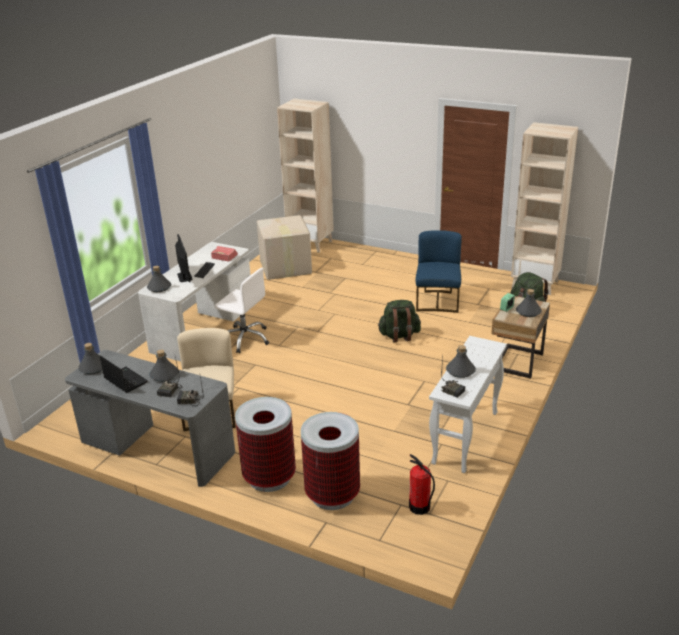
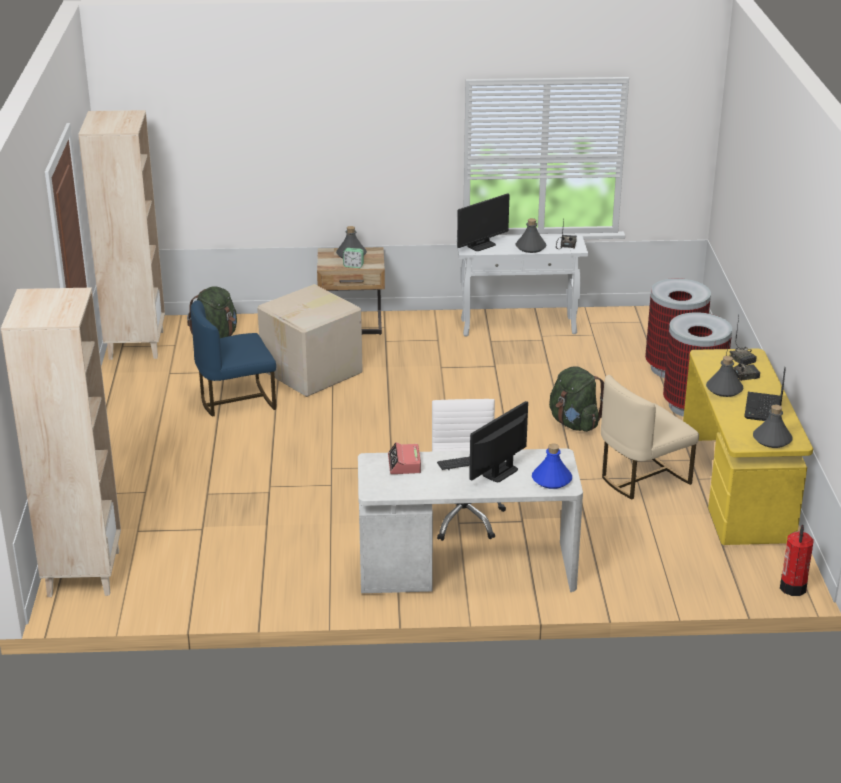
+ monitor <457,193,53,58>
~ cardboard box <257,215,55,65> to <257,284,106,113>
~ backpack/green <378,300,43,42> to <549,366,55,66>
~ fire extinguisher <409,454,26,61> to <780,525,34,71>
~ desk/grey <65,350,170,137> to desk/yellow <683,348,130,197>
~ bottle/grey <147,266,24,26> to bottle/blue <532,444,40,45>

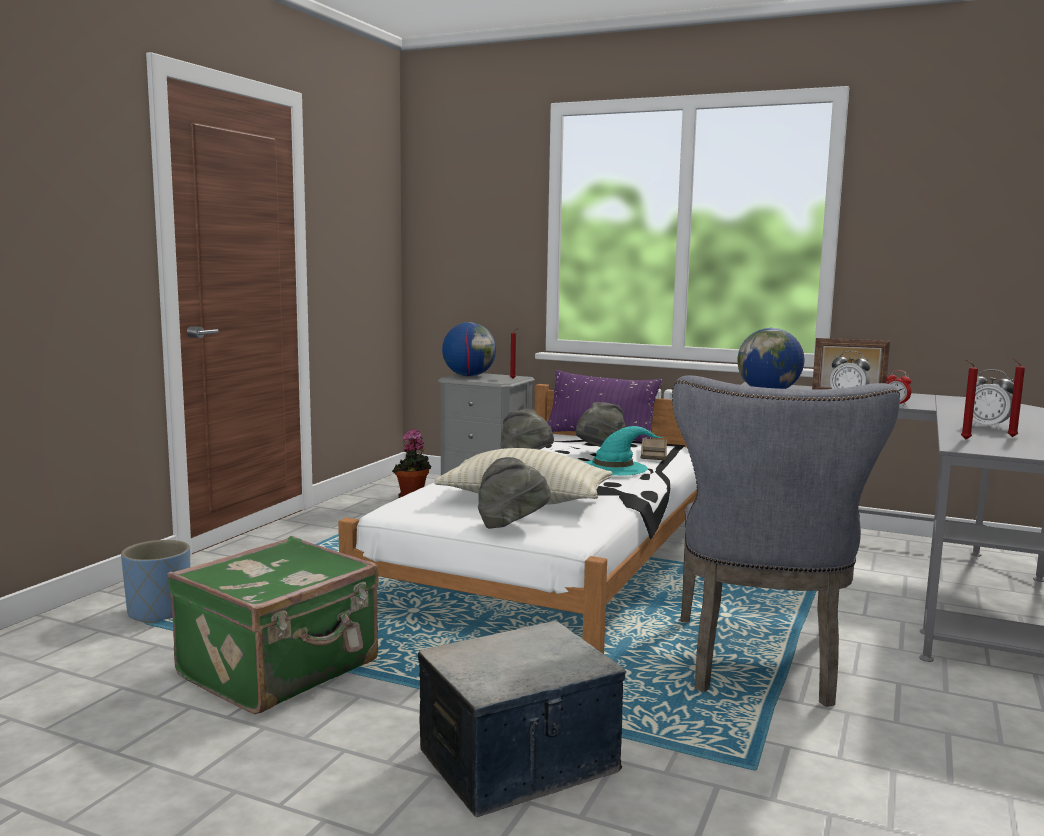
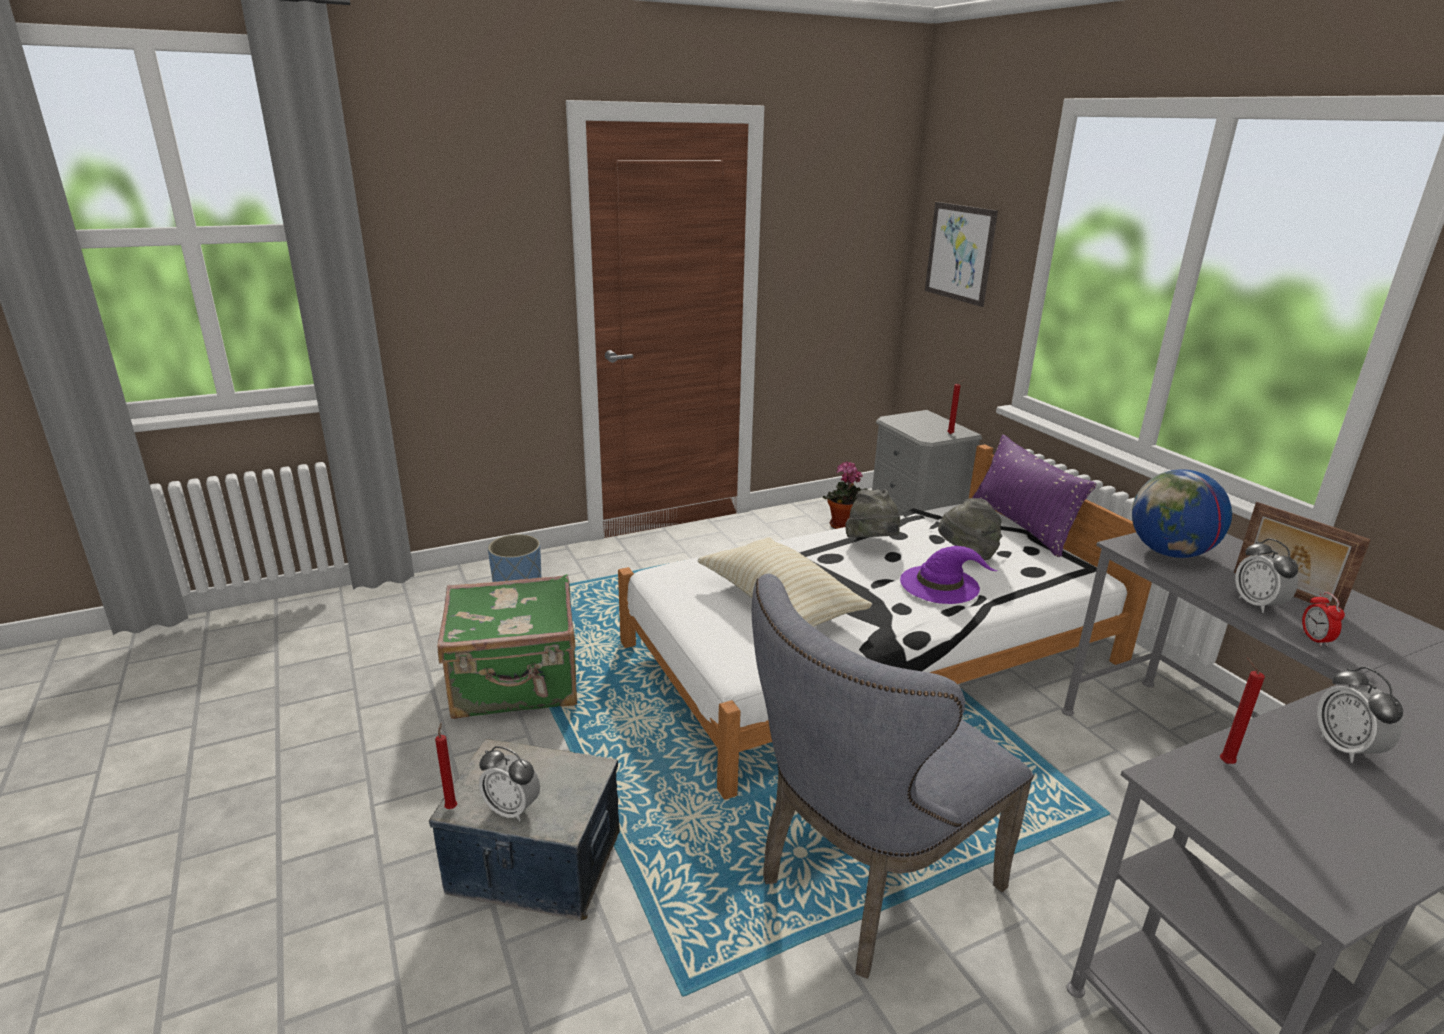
- globe <442,322,54,55>
- hat/grey <478,457,72,72>
- tray/brown <640,438,27,22>
+ alarm clock <479,746,61,76>
+ picture <925,202,73,105>
~ candle/red <1007,358,18,79> to <435,723,22,86>
~ hat/turquoise <585,426,78,50> to hat/purple <900,546,98,58>

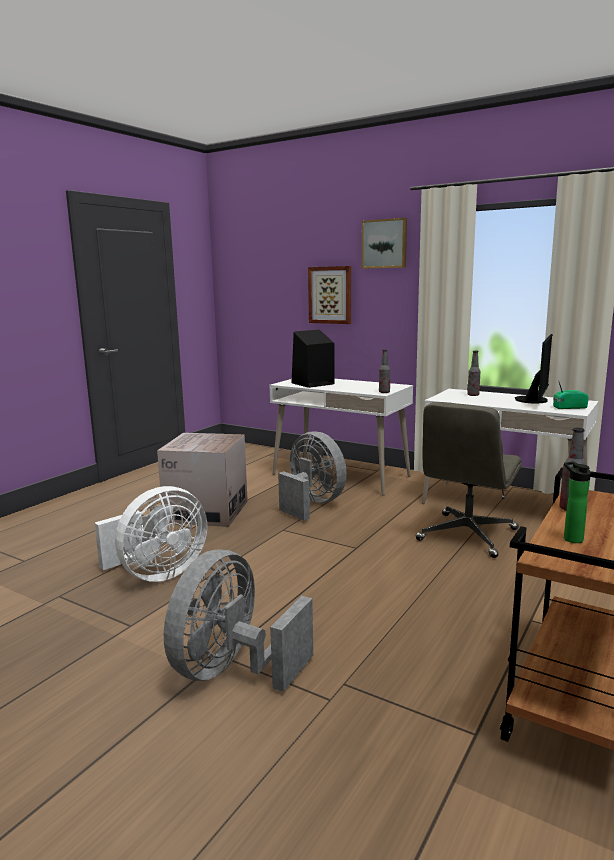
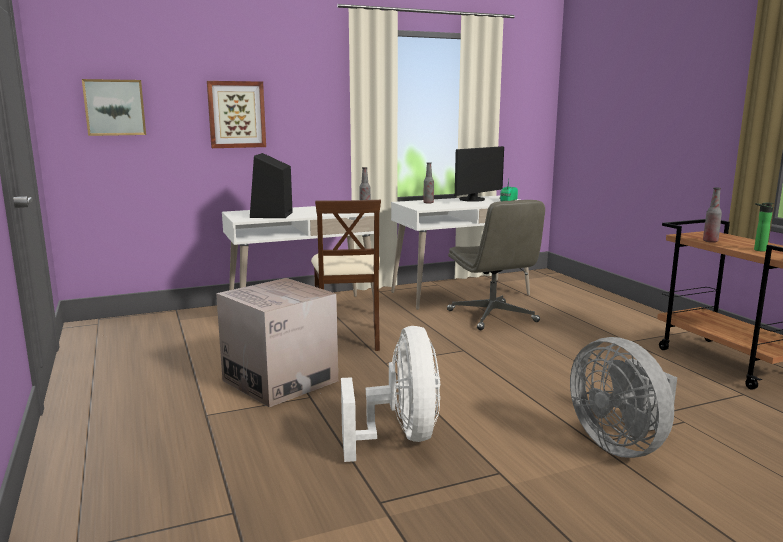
~ picture <361,218,46,51> to <82,79,64,57>
~ fan/grey <278,431,69,90> to chair/beige <311,200,70,151>
~ monitor <515,334,38,69> = <455,146,49,56> 75 degrees clockwise

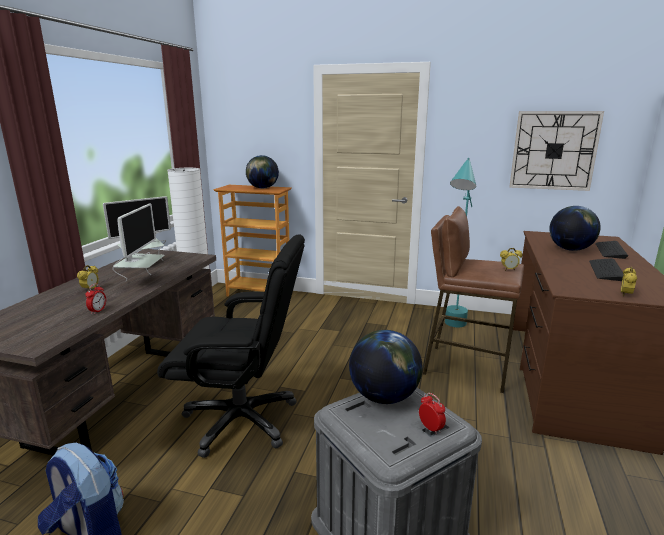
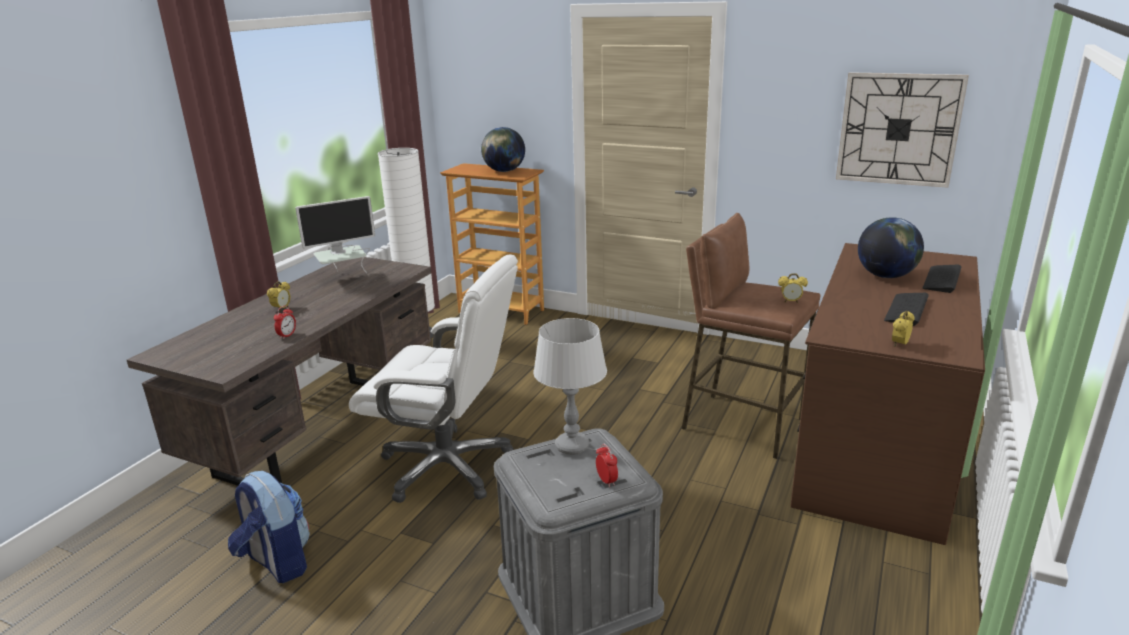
- monitor <113,203,52,78>
- floor lamp/turquoise <445,158,31,170>
~ globe <349,330,74,74> to table lamp/grey <533,318,74,137>
~ office chair/black <157,234,148,224> to office chair/white <349,254,169,249>

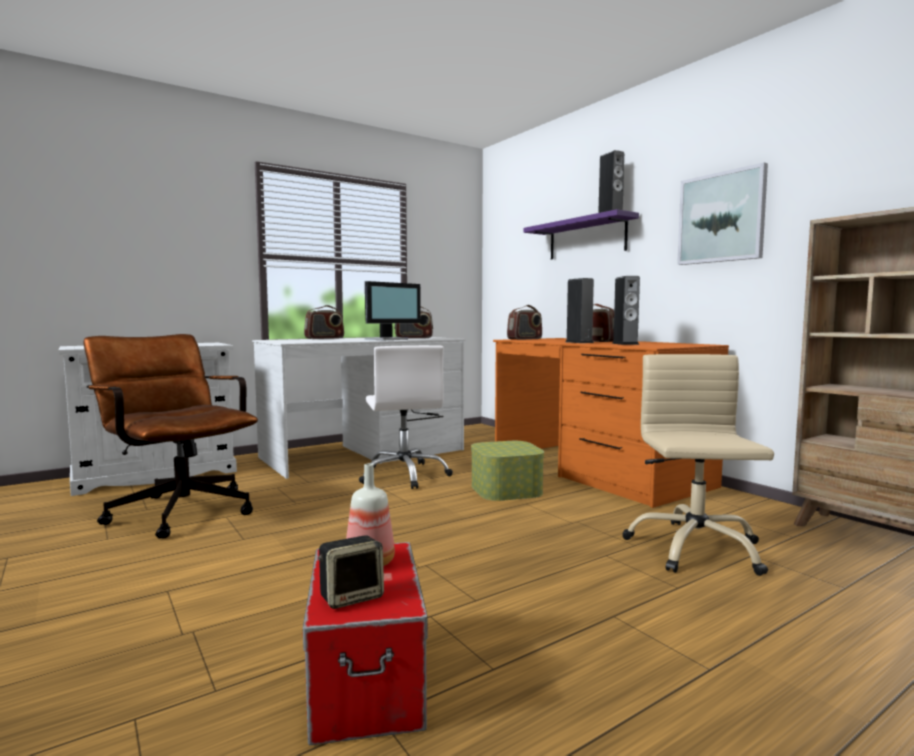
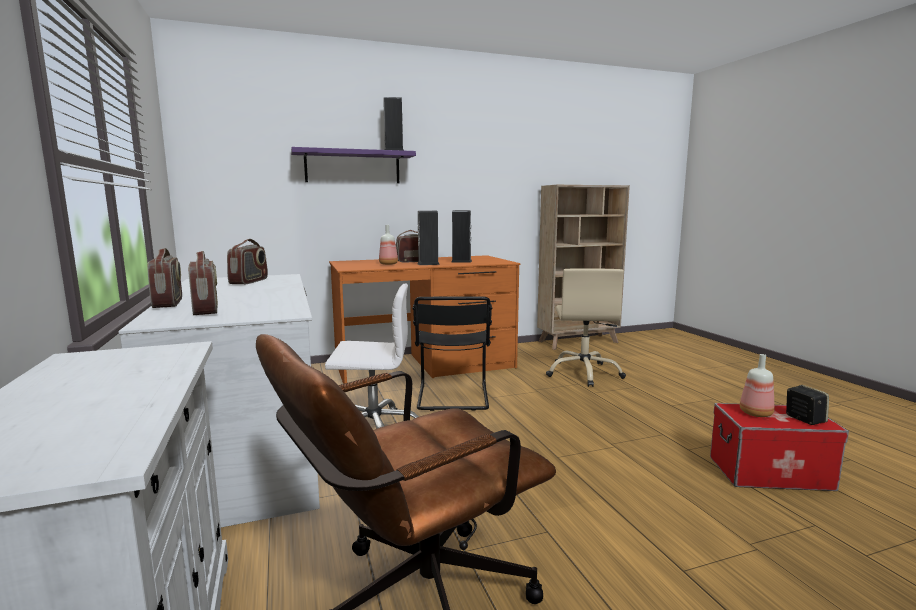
- monitor <365,281,56,59>
- picture <677,162,91,103>
+ bottle <379,225,19,40>
~ radio <507,305,35,35> to <188,251,30,64>
~ storage box <471,441,73,60> to chair/black <412,297,80,114>
~ office chair/beige <622,354,152,222> = <546,268,80,119> 105 degrees counterclockwise

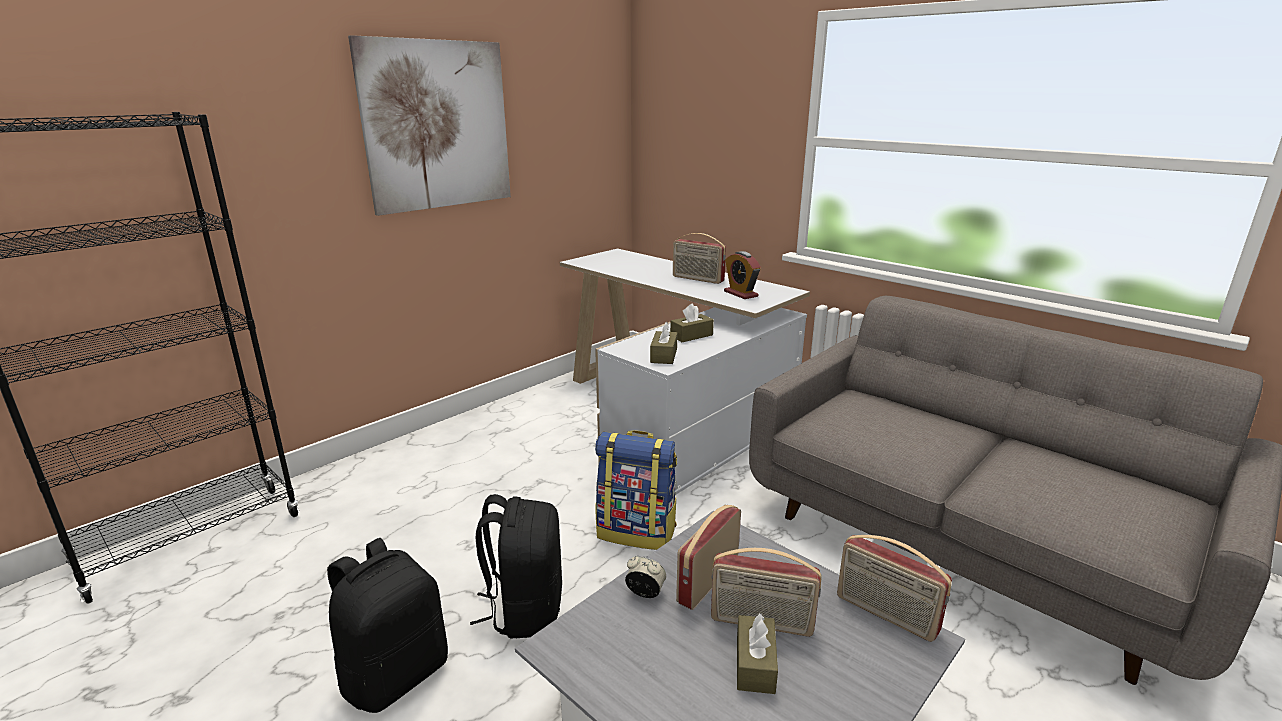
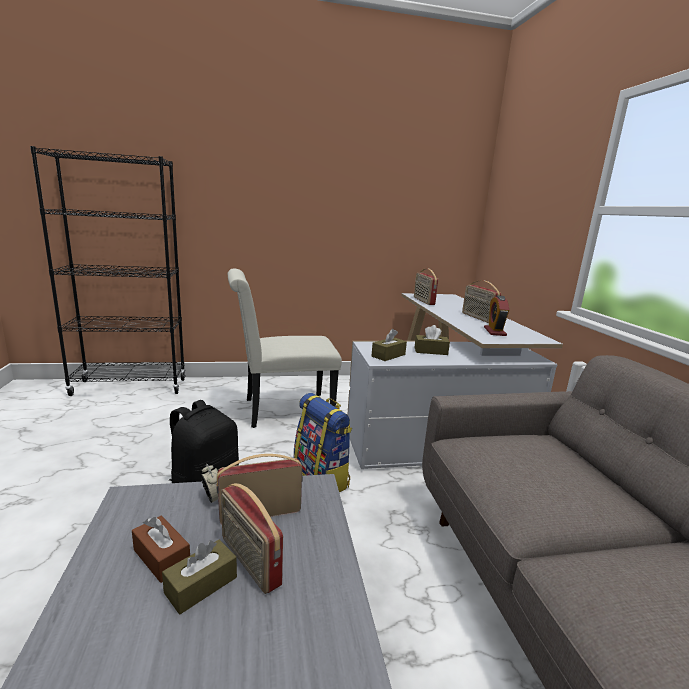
- backpack/black <327,538,121,175>
- picture <348,35,163,181>
+ tissue box/brown <132,516,58,67>
+ chair/white <228,269,114,159>
~ radio <837,535,115,107> to <414,268,24,37>

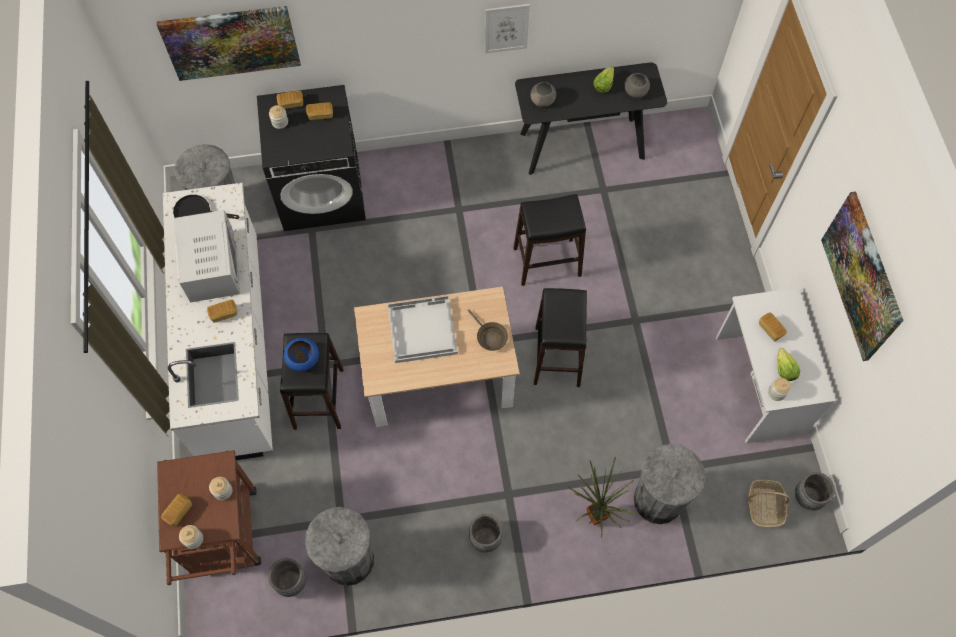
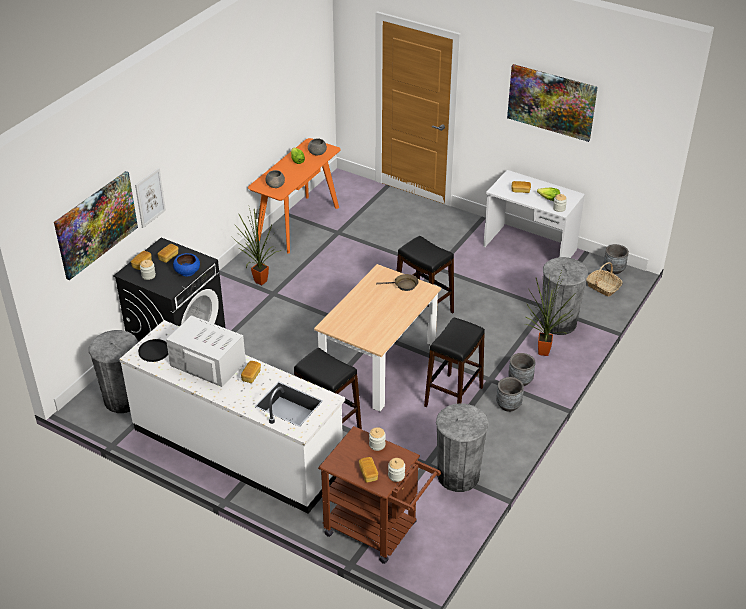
- tray/white <387,296,71,67>
+ potted plant <231,207,50,78>
~ planter/grey <268,558,38,39> to <508,353,27,33>
~ bowl/blue <284,338,35,34> to <173,253,27,24>
~ picture <485,4,45,49> to <135,168,31,60>
~ stool/black <513,194,73,92> to <424,318,61,89>
~ console table/black <515,62,152,113> to console table/orange <248,138,93,115>

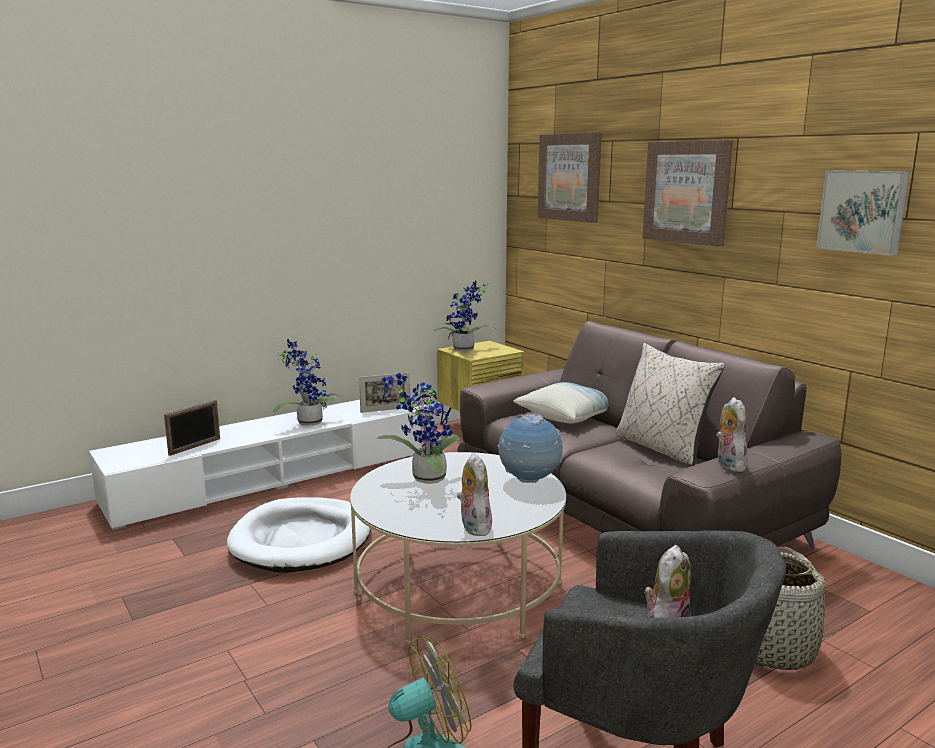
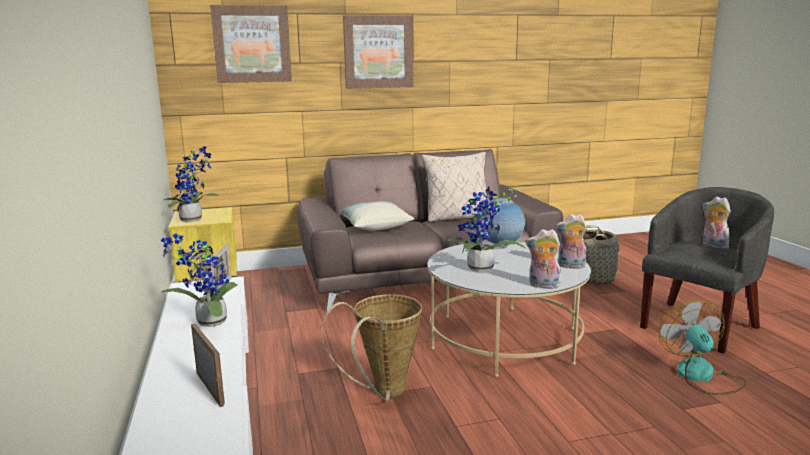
- picture <816,170,94,85>
~ plush toy <716,397,32,75> to <526,229,34,59>
~ dog bed/white <227,497,144,76> to basket <321,294,101,107>

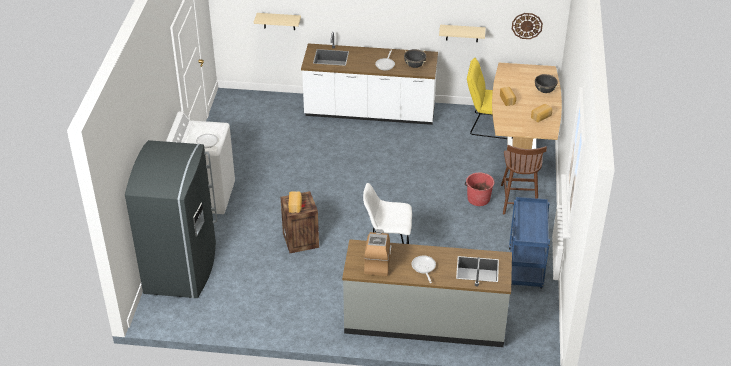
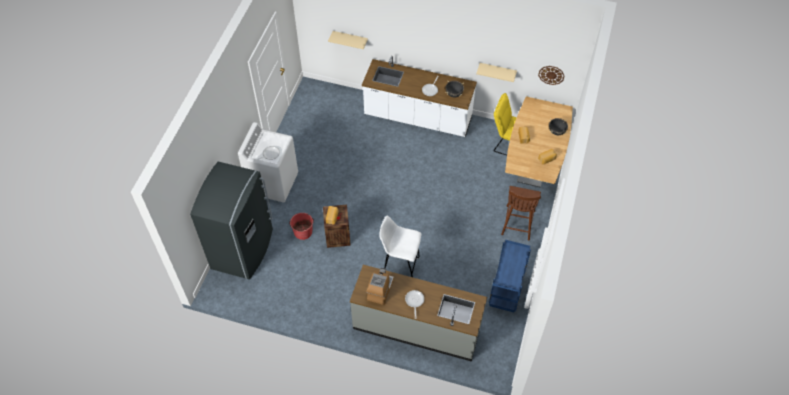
~ bucket/red <465,173,29,33> to <289,213,25,27>

